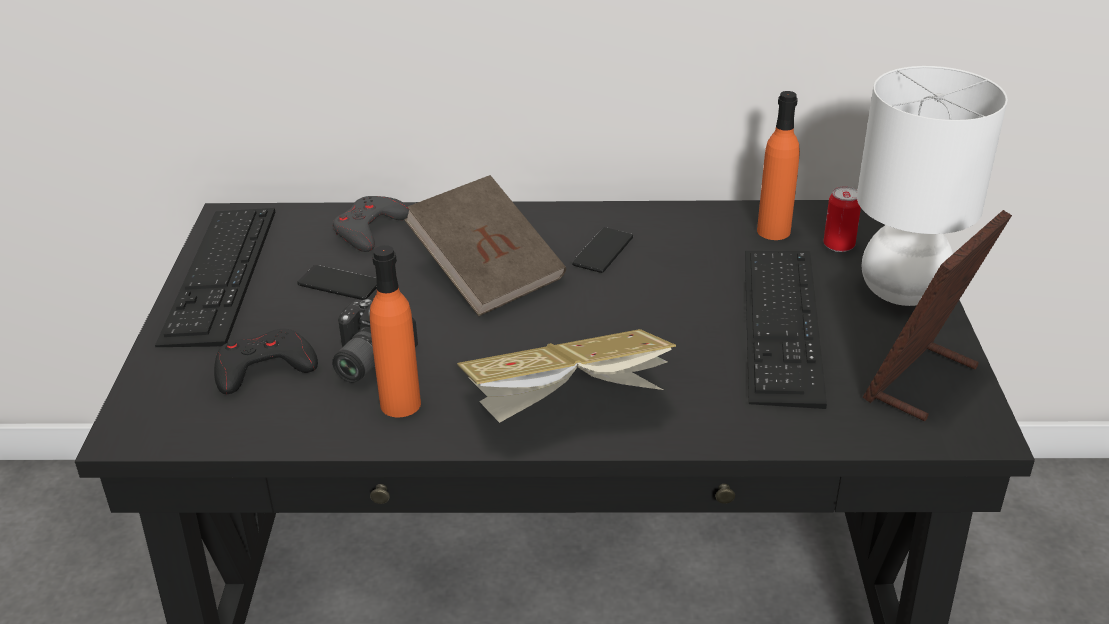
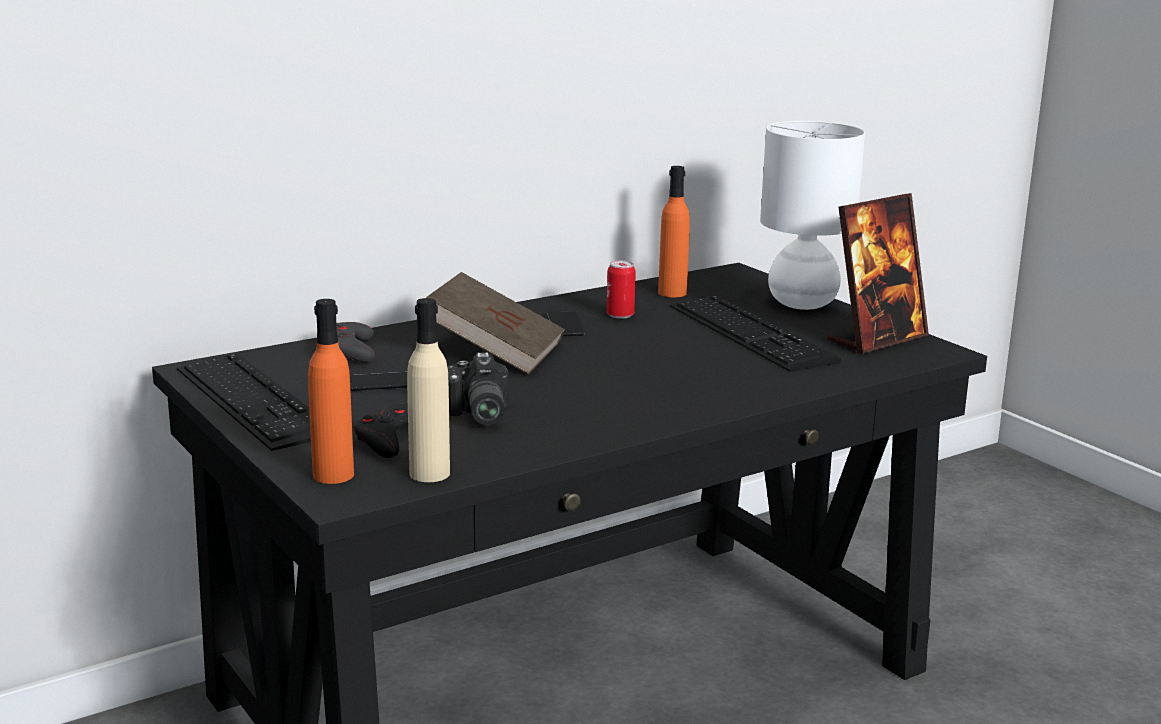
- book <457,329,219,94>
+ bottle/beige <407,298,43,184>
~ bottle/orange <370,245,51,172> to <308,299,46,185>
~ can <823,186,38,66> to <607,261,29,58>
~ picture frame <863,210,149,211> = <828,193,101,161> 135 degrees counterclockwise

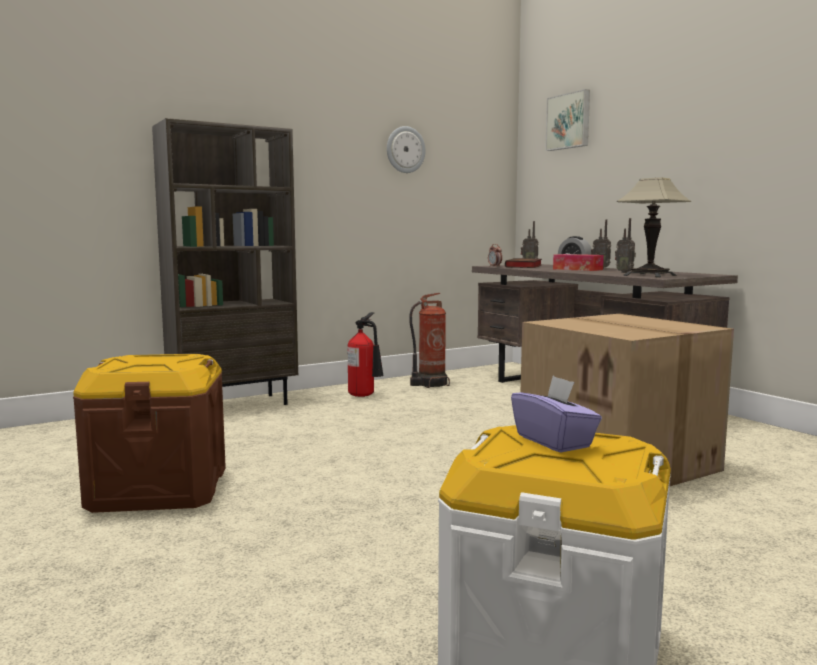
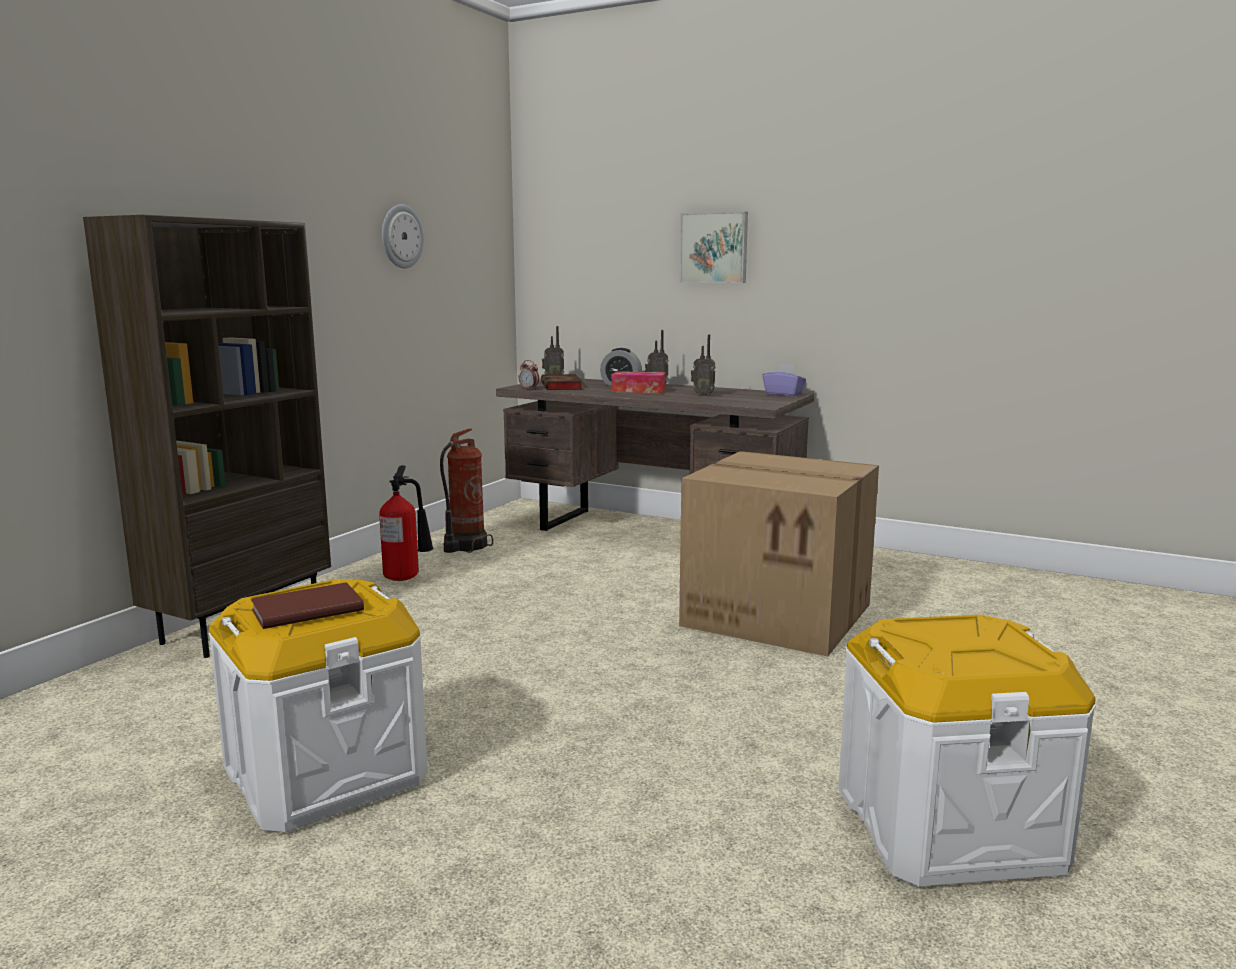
- table lamp <617,178,74,99>
+ book/brown <251,582,113,47>
~ tissue box/purple <511,376,91,77> to <762,364,44,32>
~ picture <545,89,45,62> to <680,212,68,71>
~ storage box/brown <73,354,153,159> to storage box/white <209,579,219,254>

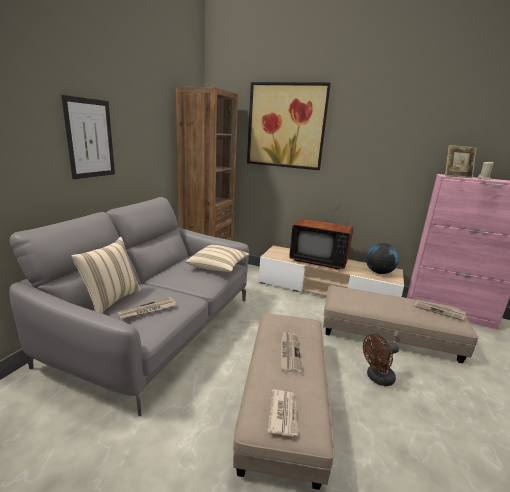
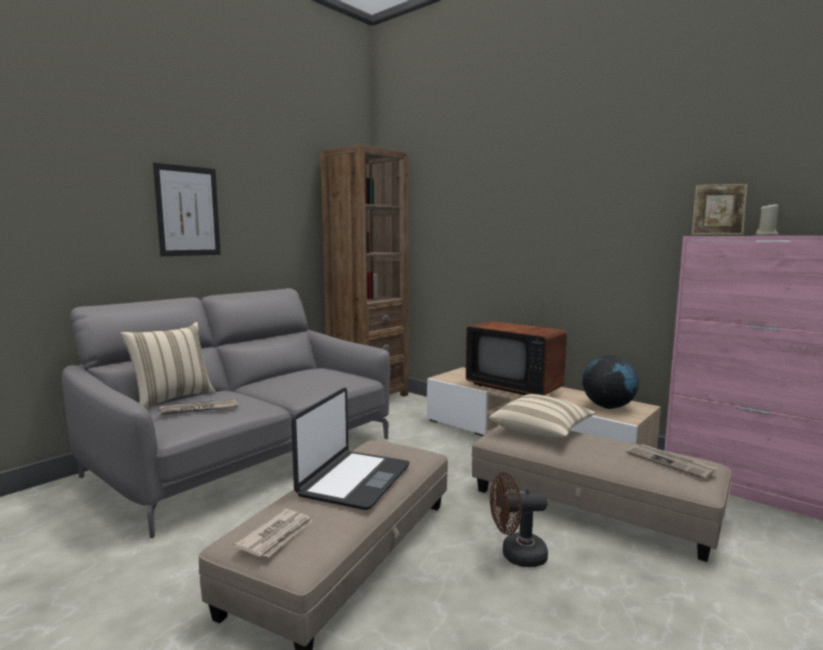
- picture <247,82,84,88>
~ pillow/beige <186,245,64,27> to <489,394,107,43>
~ newspaper <281,331,22,44> to laptop <291,388,118,122>

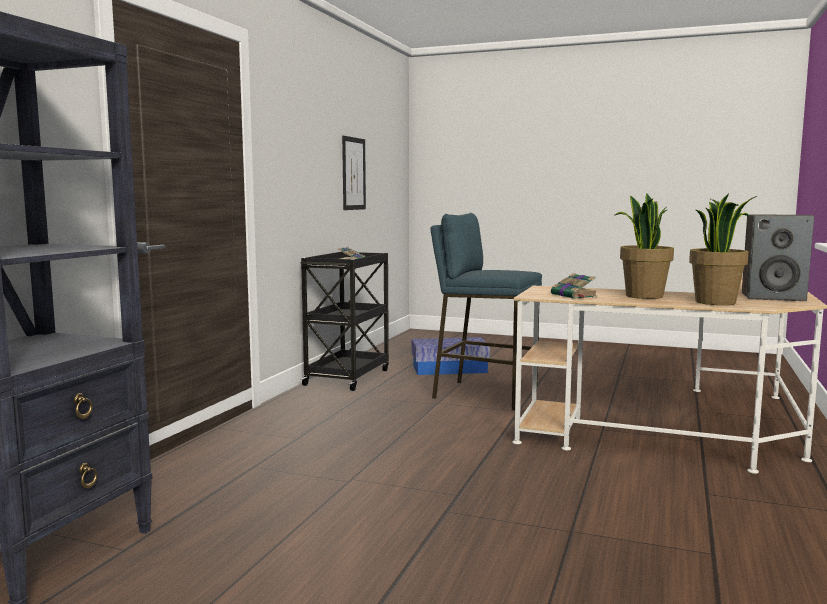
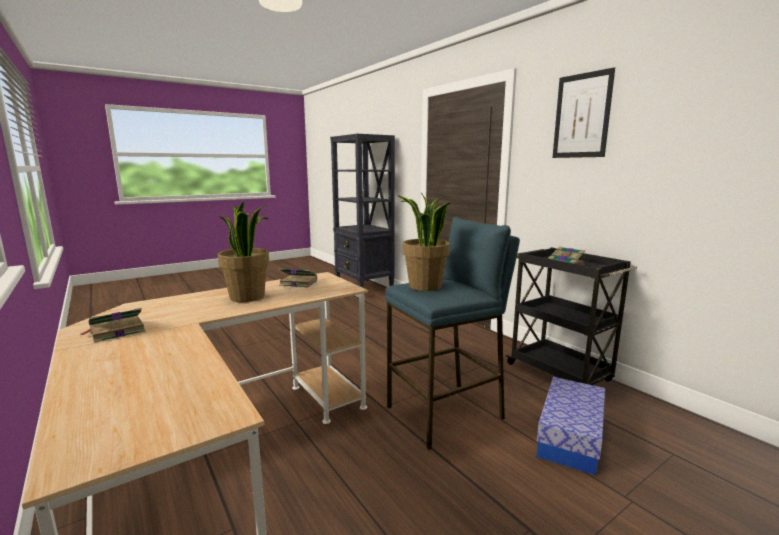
~ picture <342,136,24,74> to <552,67,63,91>
~ potted plant <689,193,68,112> to <397,193,56,98>
~ speaker <742,214,72,87> to book <81,308,65,35>

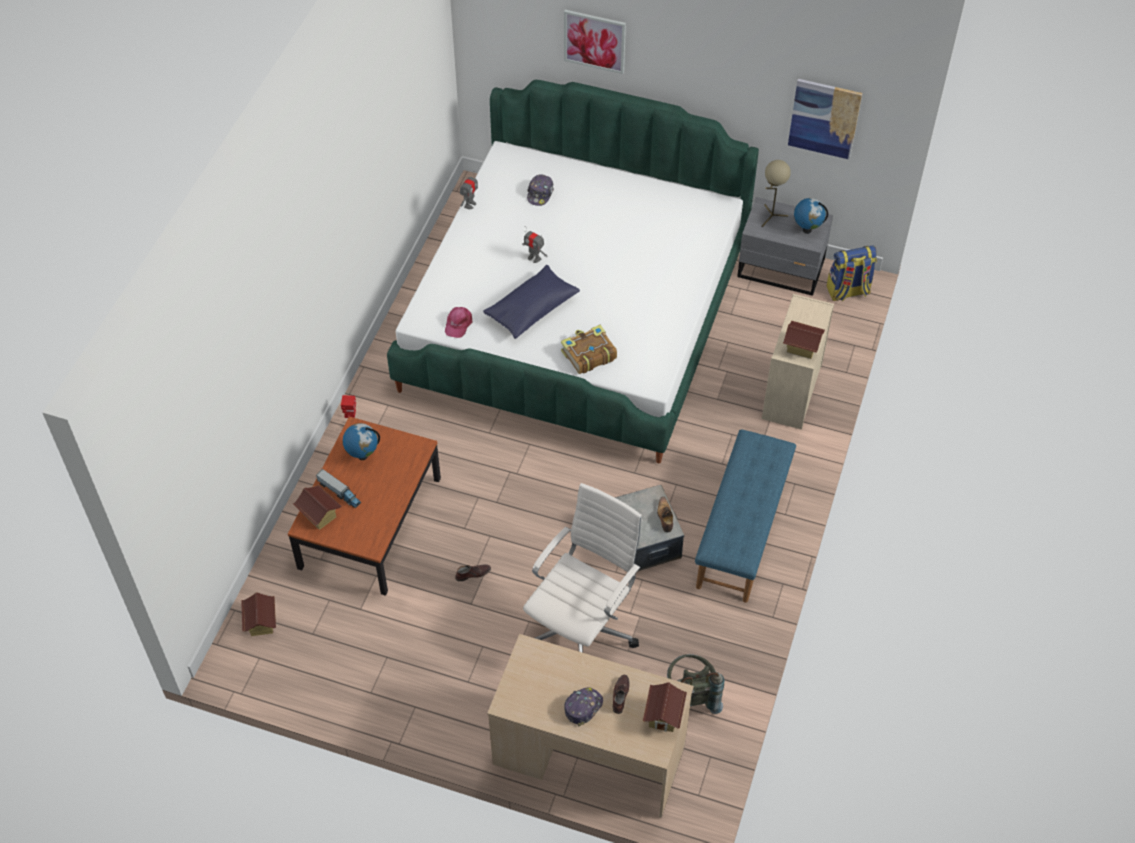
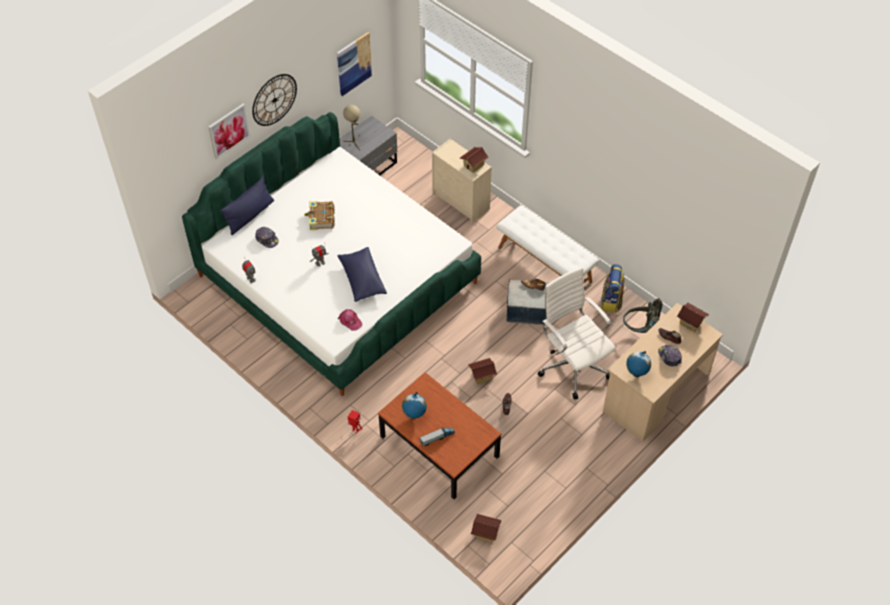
+ pillow/blue <220,176,54,59>
+ wall clock <252,74,45,52>
~ toy house <293,485,48,45> to <468,358,29,26>
~ book <561,325,56,49> to <304,201,31,29>
~ globe <794,198,34,36> to <626,351,25,26>
~ backpack <827,245,50,56> to <601,264,24,49>
~ bench/blue <695,429,101,174> to bench/white <496,205,103,79>

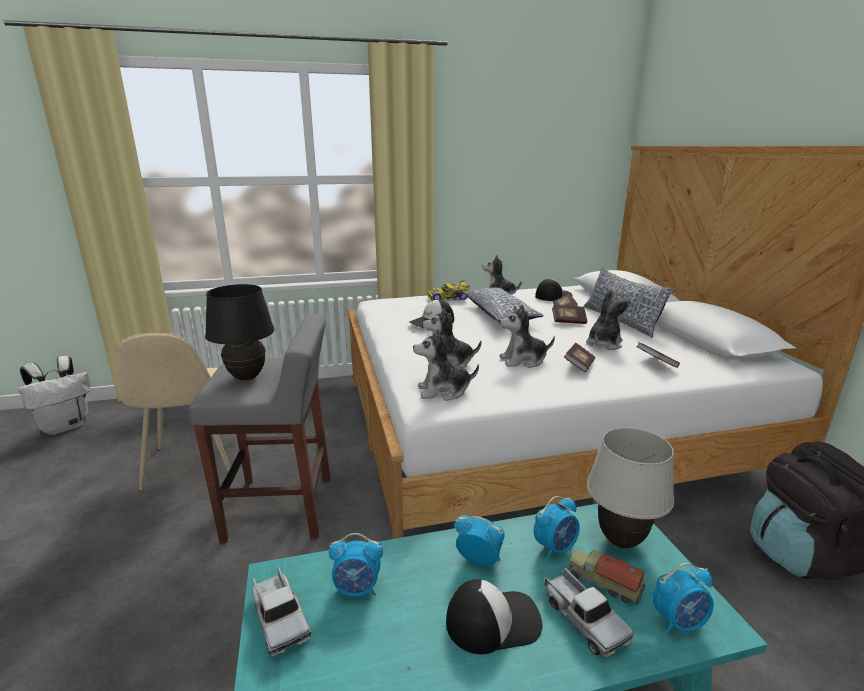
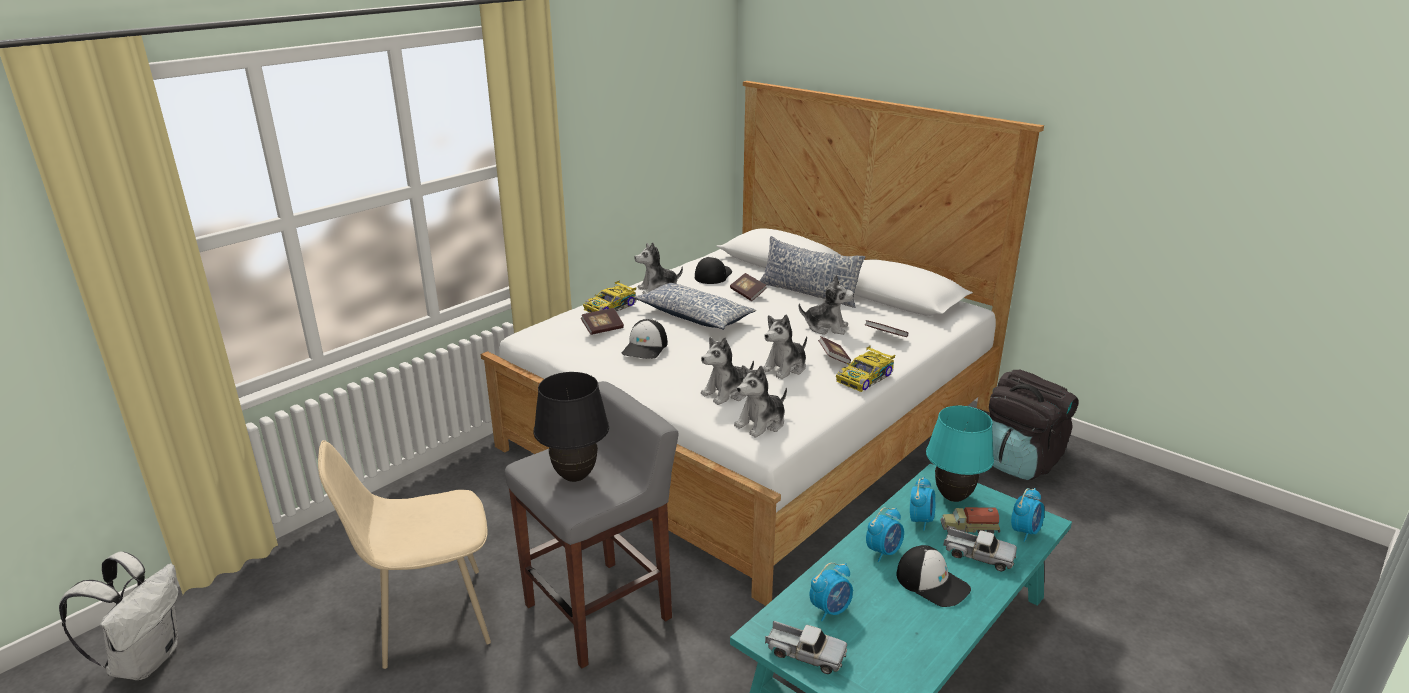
+ toy car <836,346,59,46>
~ book <552,305,35,19> to <581,308,43,27>
~ table lamp/white <587,428,88,120> to table lamp/turquoise <926,406,68,96>
~ chair/beige <116,333,121,157> = <318,440,173,229> 120 degrees clockwise
~ cap <446,579,97,75> = <897,545,74,62> 90 degrees clockwise
~ alarm clock <455,515,50,51> = <866,507,38,55> 150 degrees clockwise
~ plush toy <586,289,45,61> = <799,274,55,61> 105 degrees clockwise

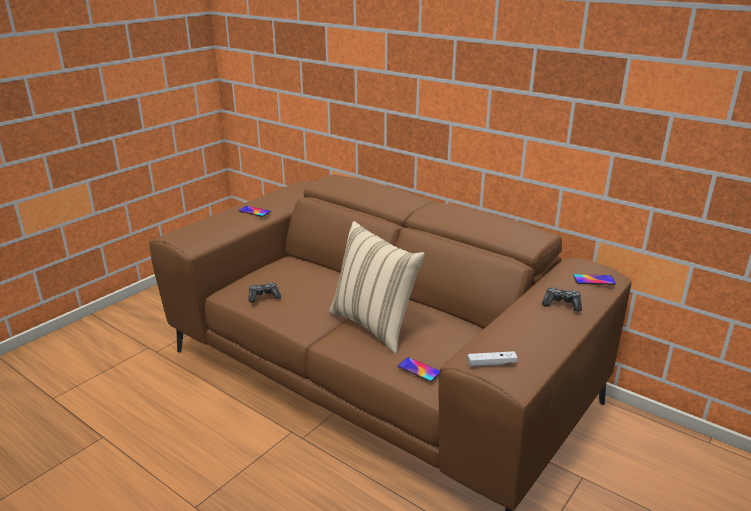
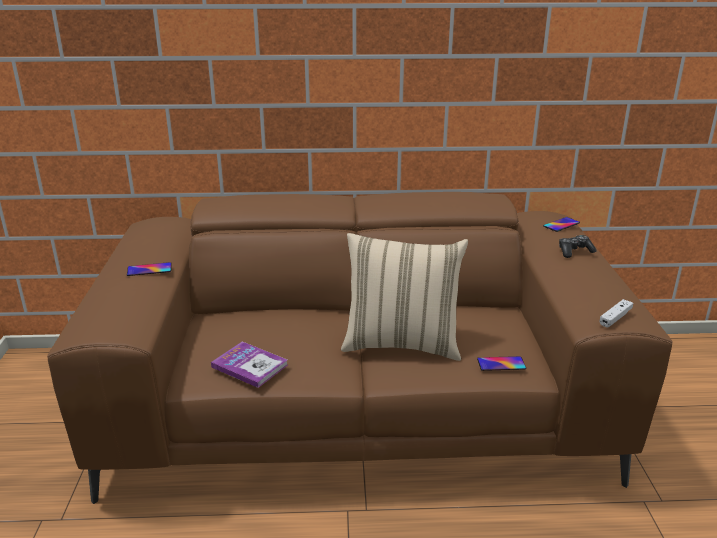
~ game controller <248,283,33,19> to book <211,342,77,46>

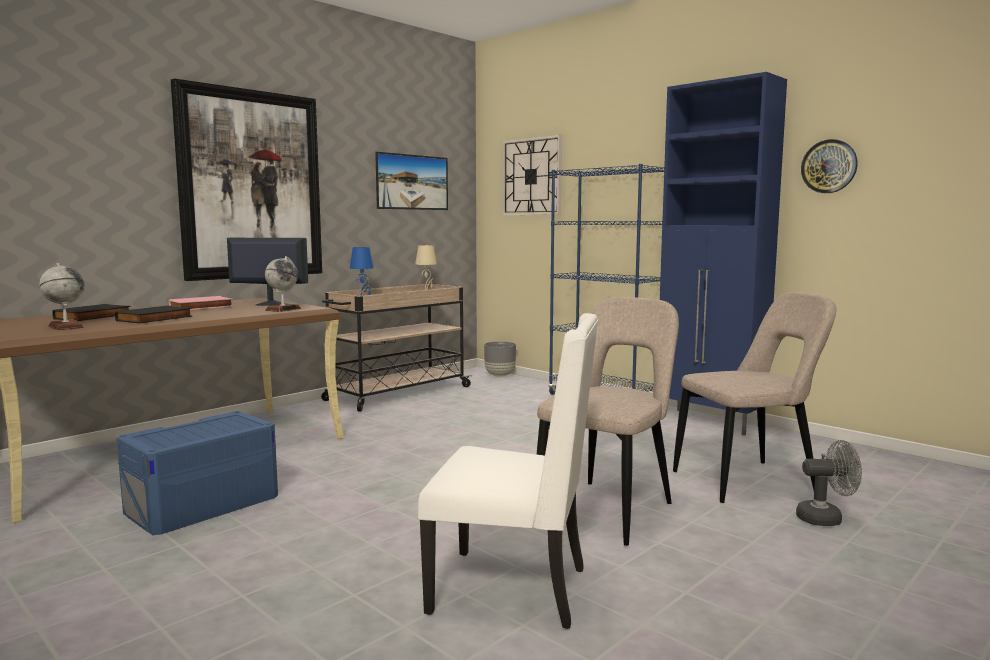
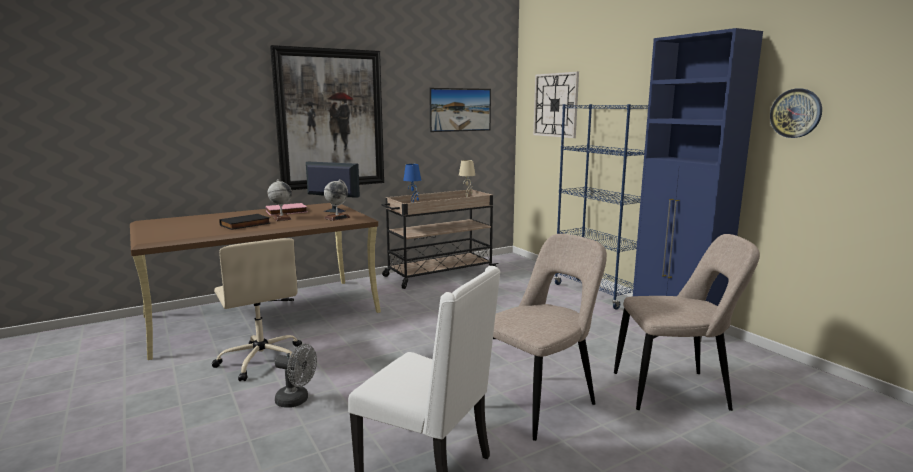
- book/black <52,304,79,17>
- planter/grey <484,342,32,35>
~ globe <39,263,46,67> to <268,179,24,42>
~ fan/grey <796,440,66,86> to <275,344,42,64>
~ storage box/blue <117,411,161,124> to office chair/beige <212,238,90,143>

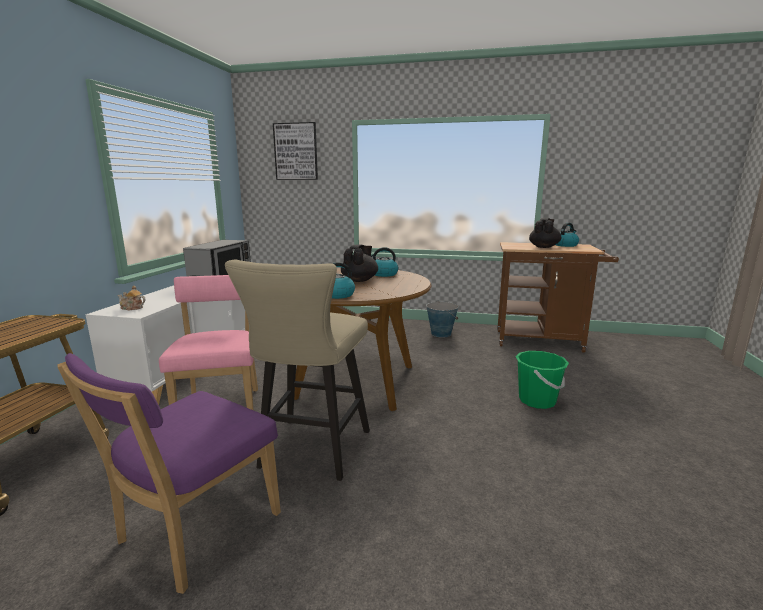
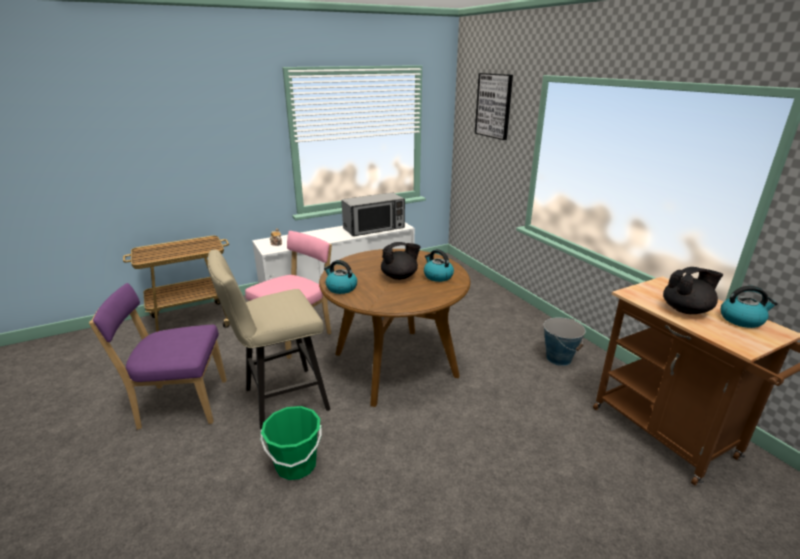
~ bucket/green <516,351,53,58> to <261,406,61,74>

